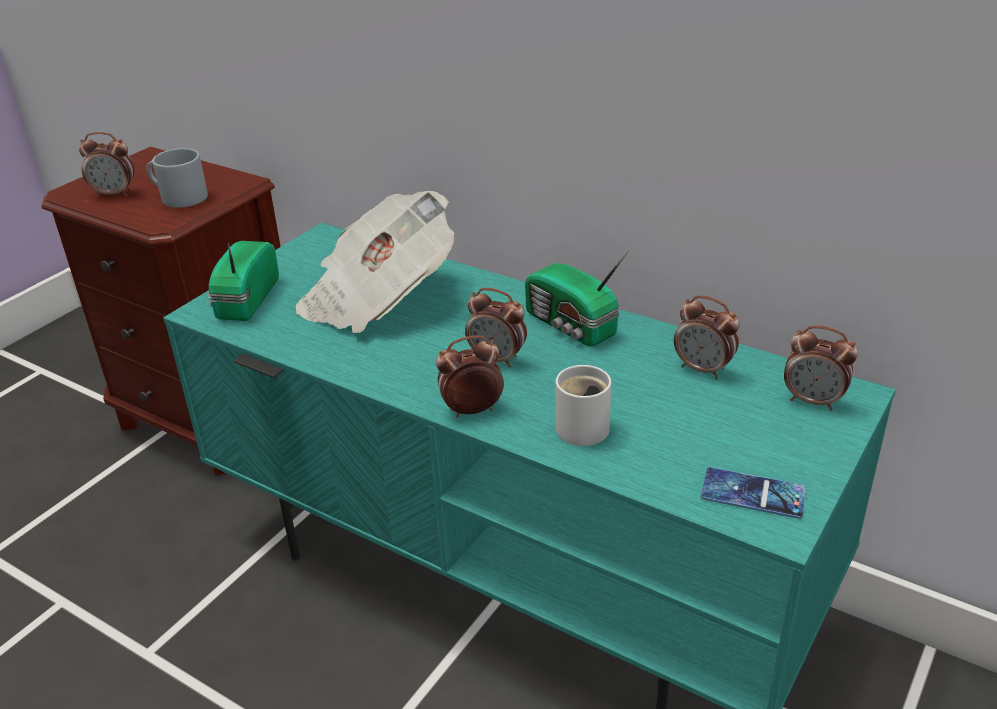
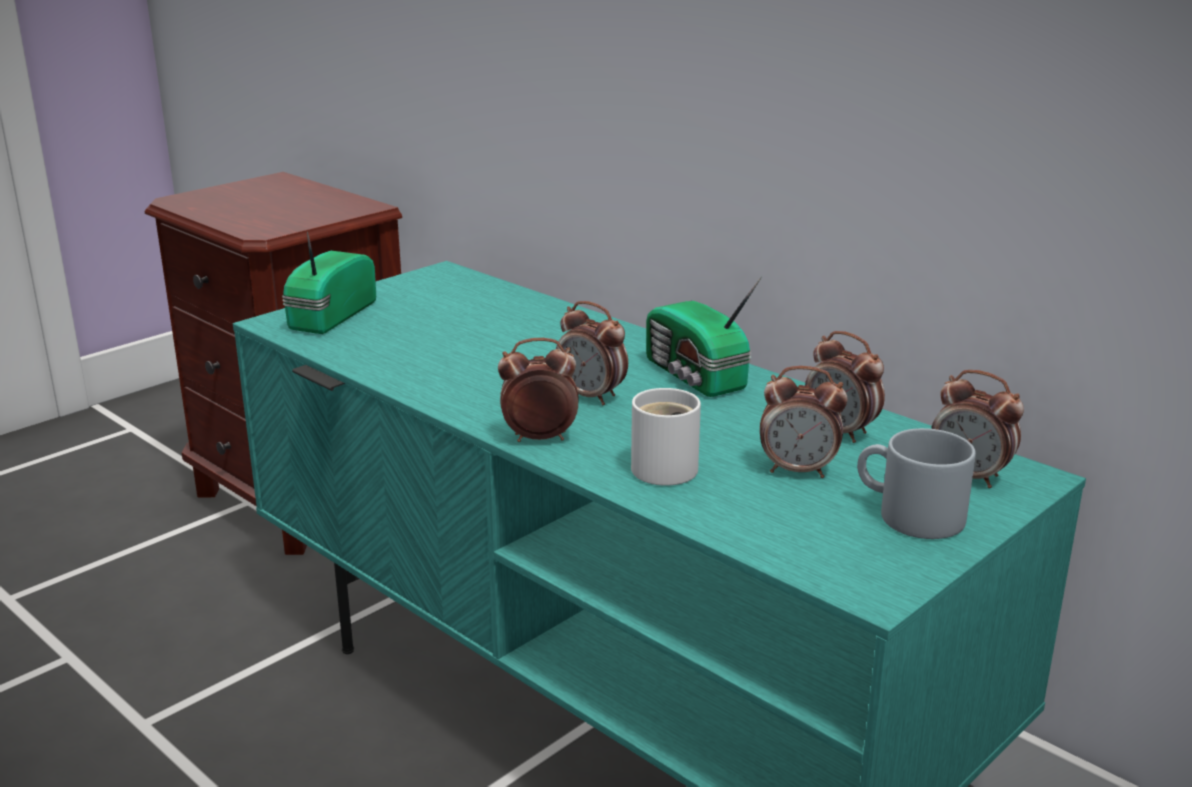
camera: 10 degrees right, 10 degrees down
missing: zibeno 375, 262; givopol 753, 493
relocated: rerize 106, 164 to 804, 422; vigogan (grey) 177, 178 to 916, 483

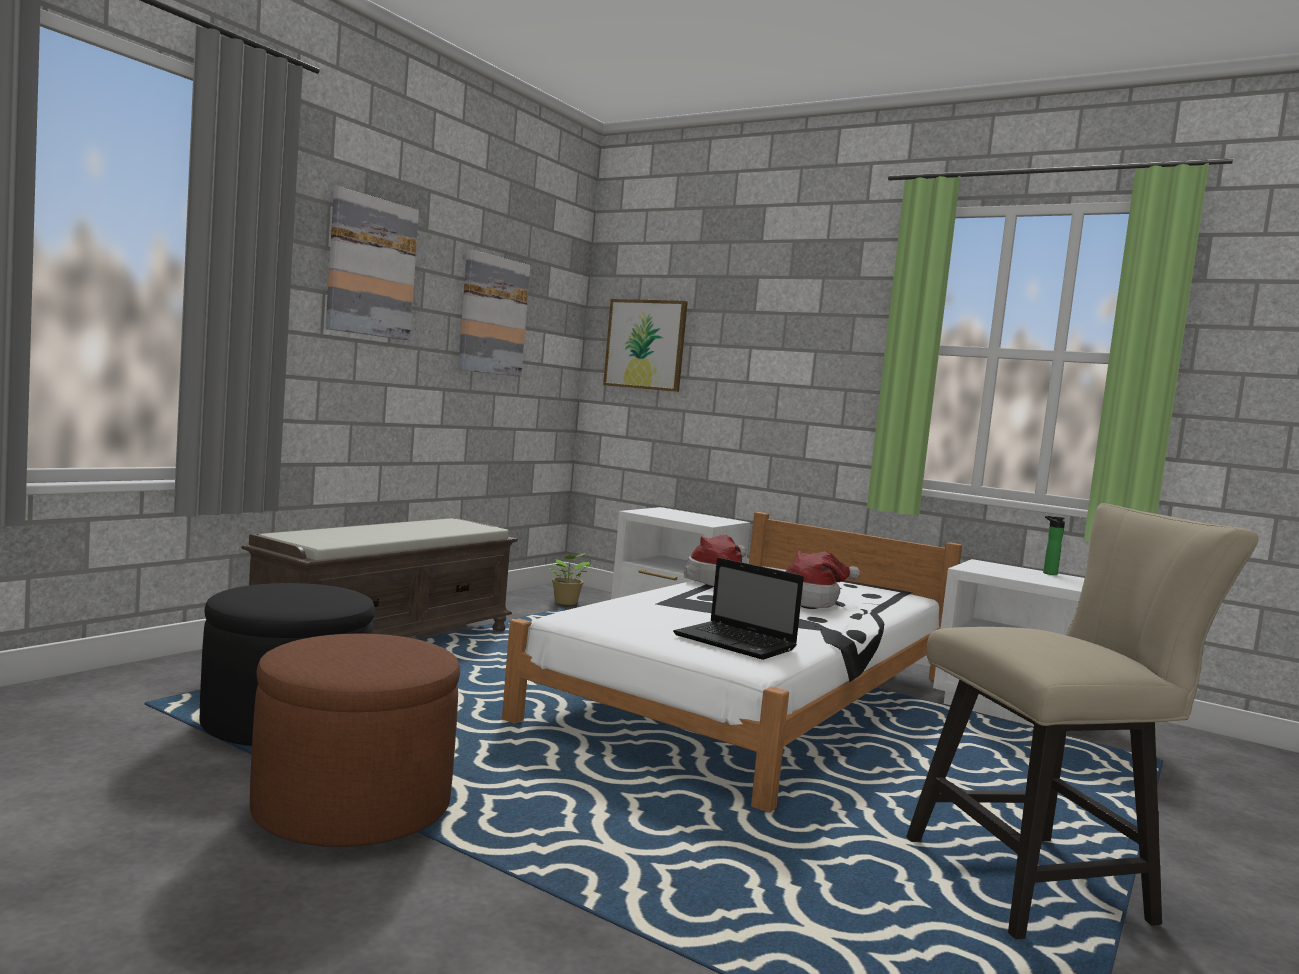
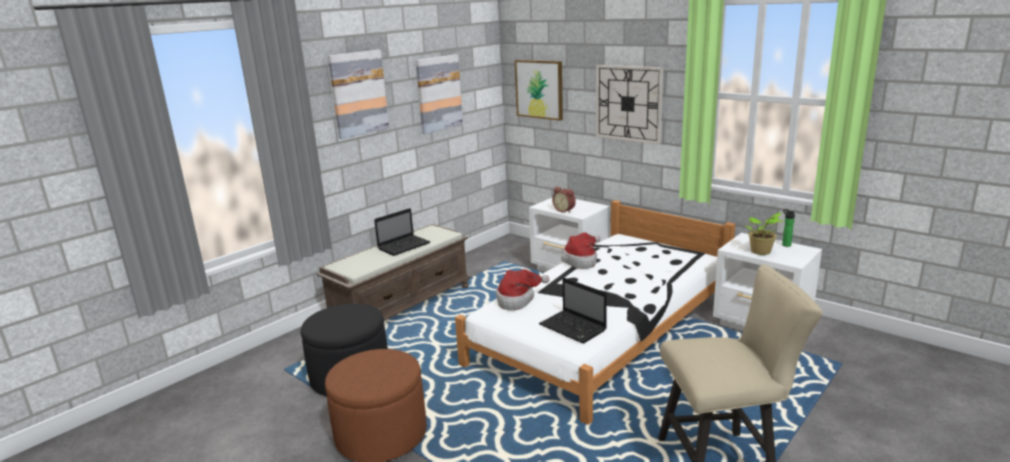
camera: 10 degrees right, 15 degrees up
appeared: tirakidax 402, 232; rerize 564, 200; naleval 629, 105
relocated: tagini 571, 579 to 765, 234; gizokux 823, 579 to 523, 289

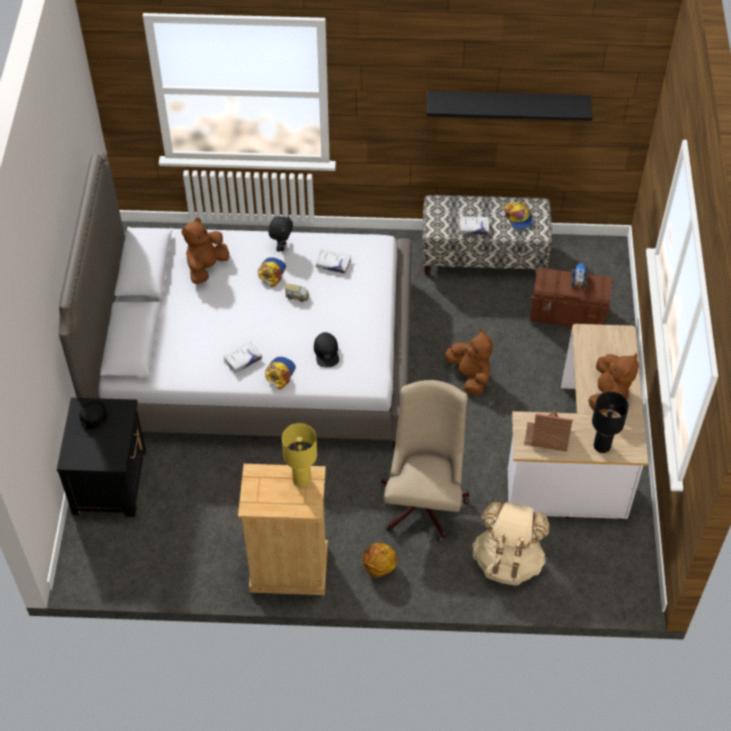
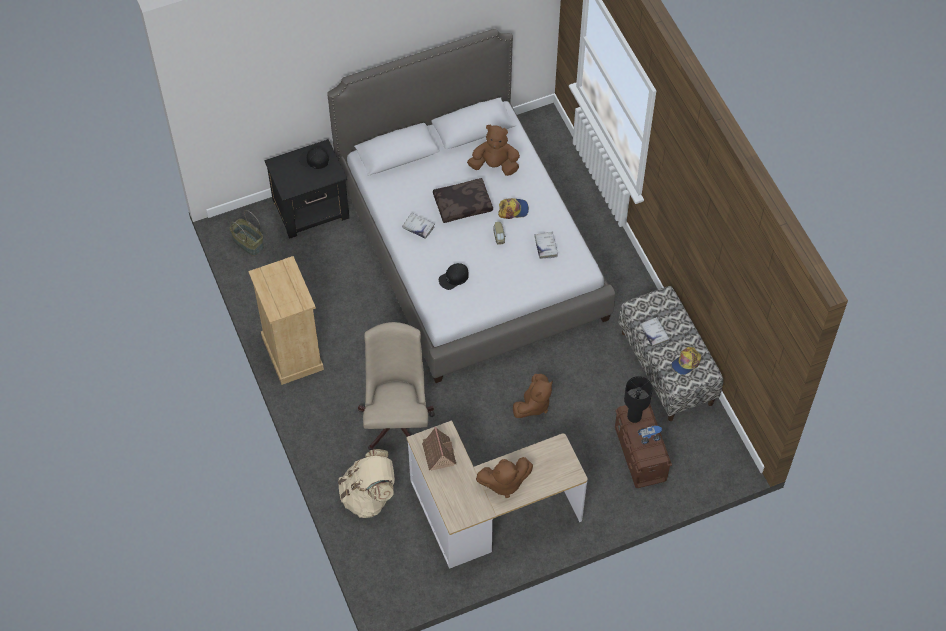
camera: 65 degrees right, 5 degrees up
missing: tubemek 280, 373; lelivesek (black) 281, 233; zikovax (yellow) 299, 455; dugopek 379, 560; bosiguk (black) 509, 106
appeared: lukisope 247, 233; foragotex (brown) 463, 200
relocated: zikovax (black) 610, 422 to 638, 399
spun: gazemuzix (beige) 425, 461 = 396, 386 75 degrees counterclockwise

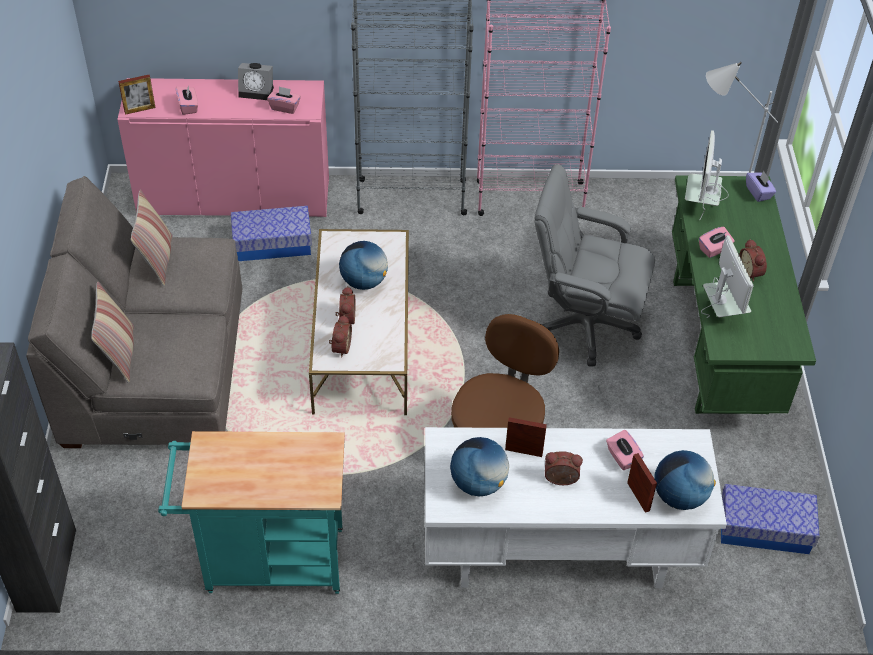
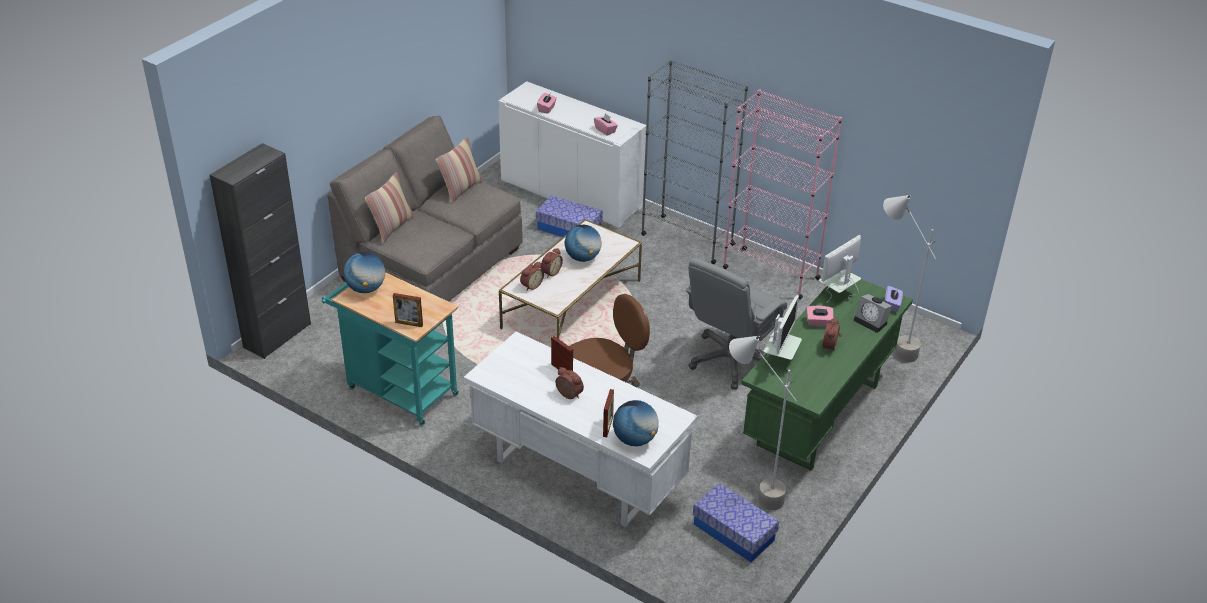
camera: 35 degrees right, 10 degrees down
missing: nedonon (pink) 625, 450
appeared: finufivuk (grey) 763, 423
relocated: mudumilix 136, 95 to 408, 310; rerize 256, 81 to 872, 313; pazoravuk 479, 467 to 364, 272
colour: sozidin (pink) 223, 147 to sozidin (white) 572, 154
spun: gazemuzix (grey) 594, 265 = 736, 324 105 degrees counterclockwise

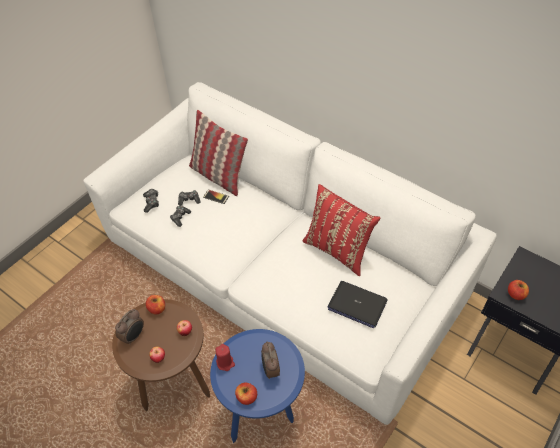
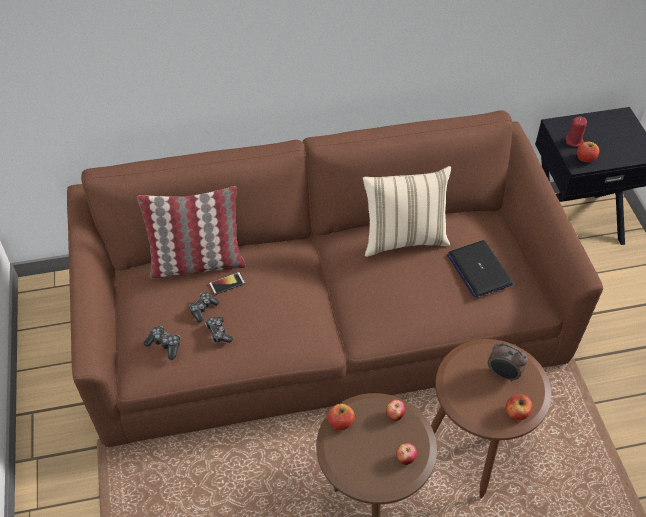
camera: 50 degrees left, 0 degrees up
missing: rerize 129, 327
relocated: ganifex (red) 225, 357 to 576, 131
colour: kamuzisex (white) 290, 253 to kamuzisex (brown) 335, 278; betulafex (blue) 257, 386 to betulafex (brown) 491, 419; foragotex (red) 341, 230 to foragotex (beige) 407, 211
spun: tirakidax 358, 304 = 480, 269 90 degrees clockwise

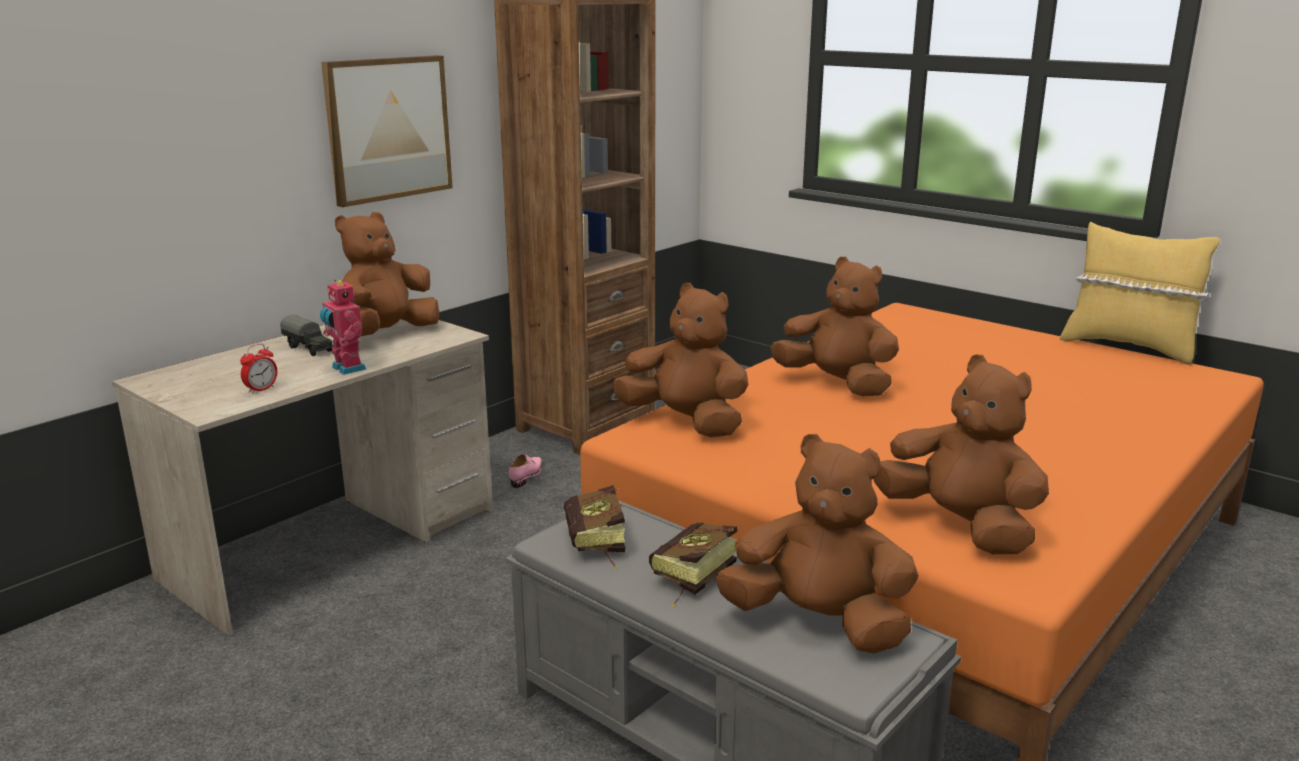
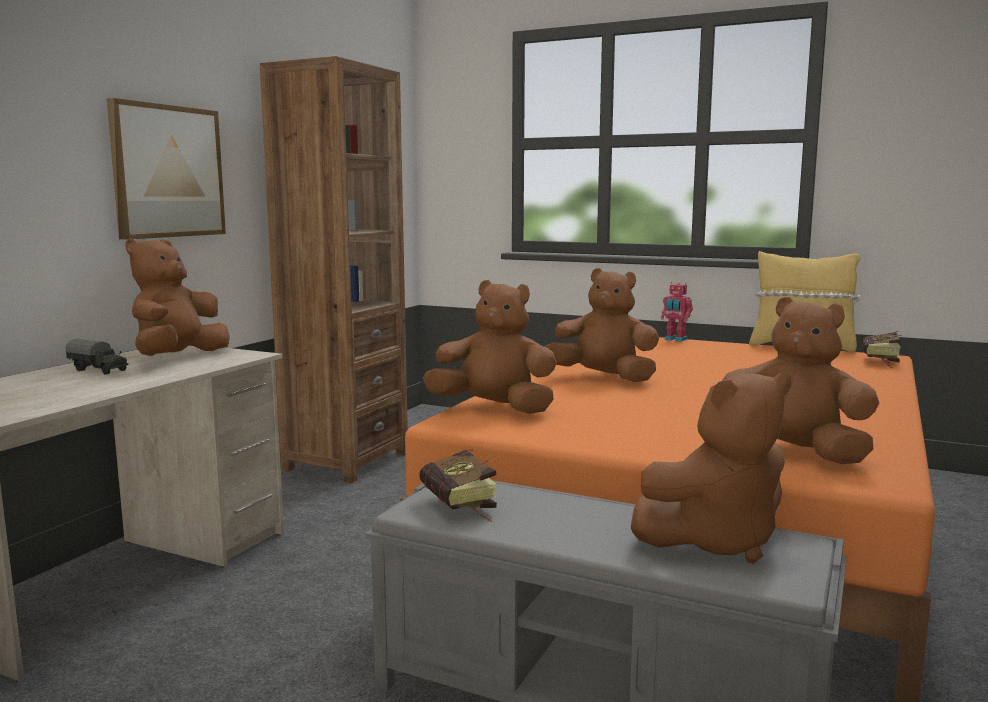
camera: 15 degrees left, 10 degrees down
missing: rerize 258, 368; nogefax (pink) 525, 471
relocated: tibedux 343, 327 to 677, 311; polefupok 693, 565 to 882, 350
spun: lelivesek (brown) 817, 544 = 711, 468 150 degrees clockwise

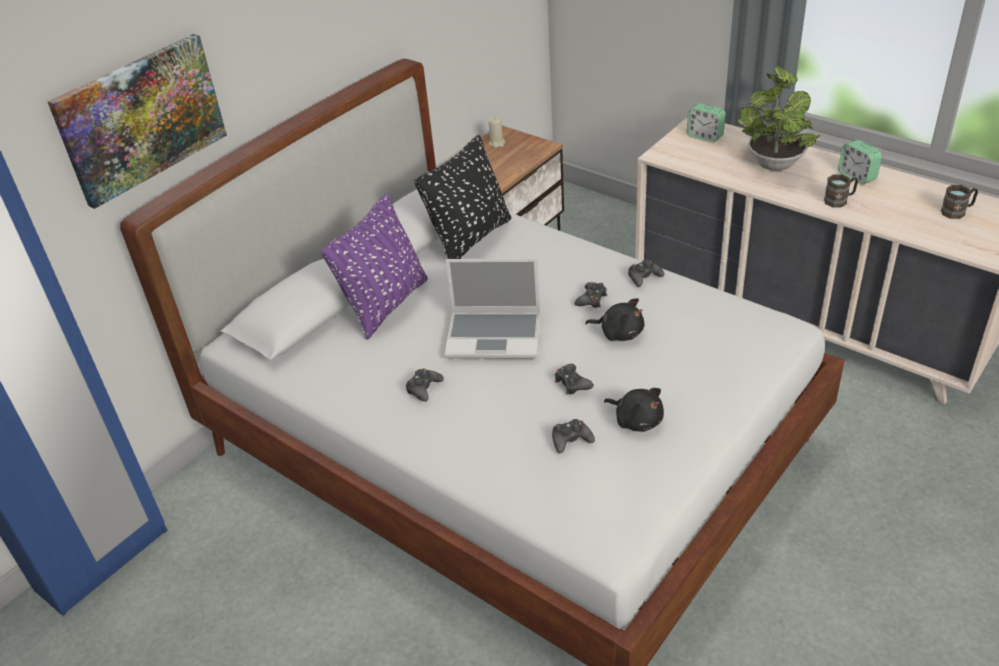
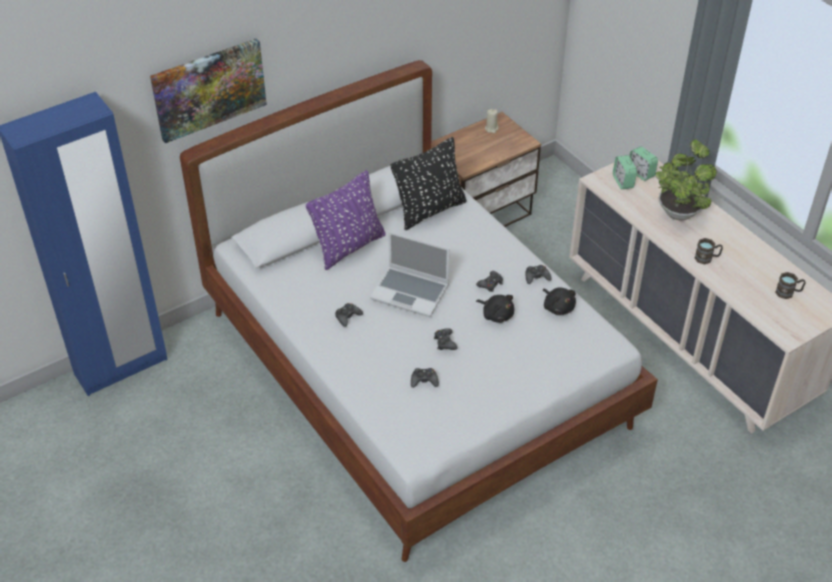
camera: 15 degrees right, 5 degrees up
relocated: lelivesek (black) 634, 410 to 559, 301; rerize 860, 162 to 625, 172

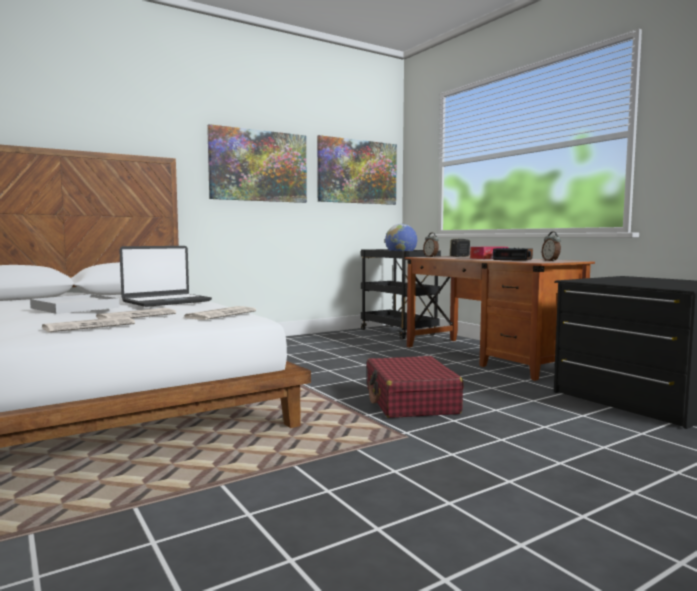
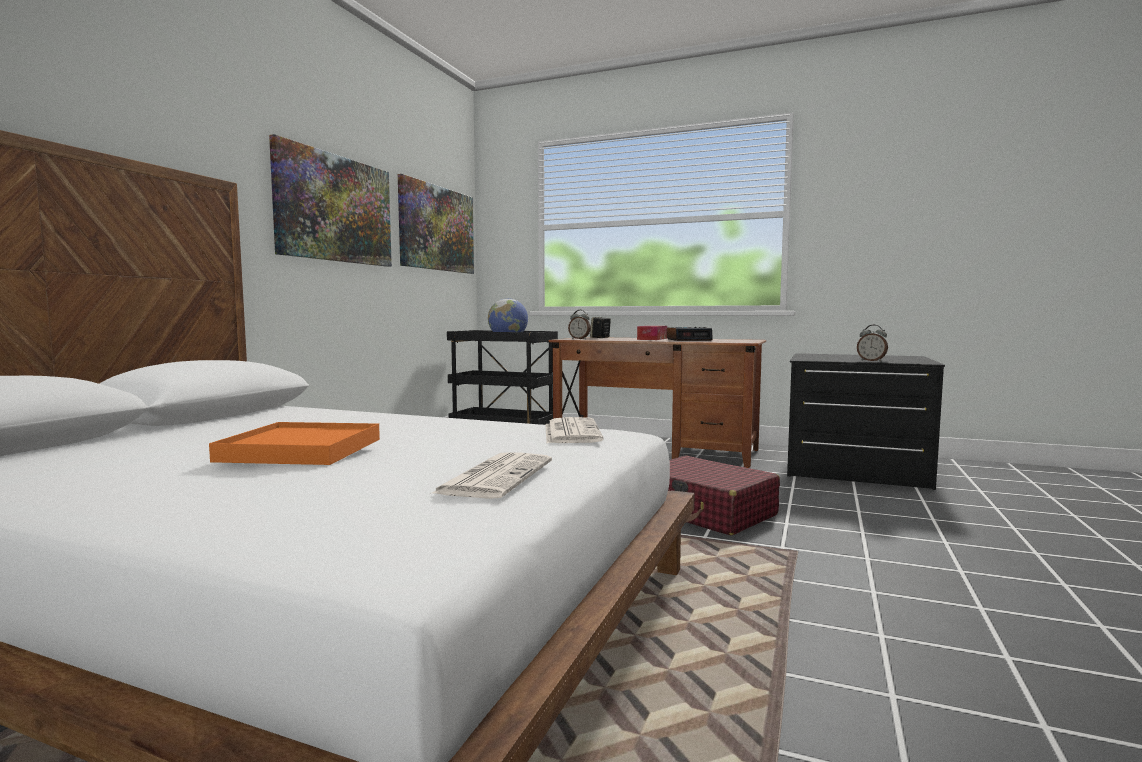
camera: 35 degrees left, 0 degrees up
missing: zibeno 135, 313; tirakidax 165, 276
relocated: rerize 551, 246 to 872, 343
colour: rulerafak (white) 74, 304 to rulerafak (orange) 294, 443

